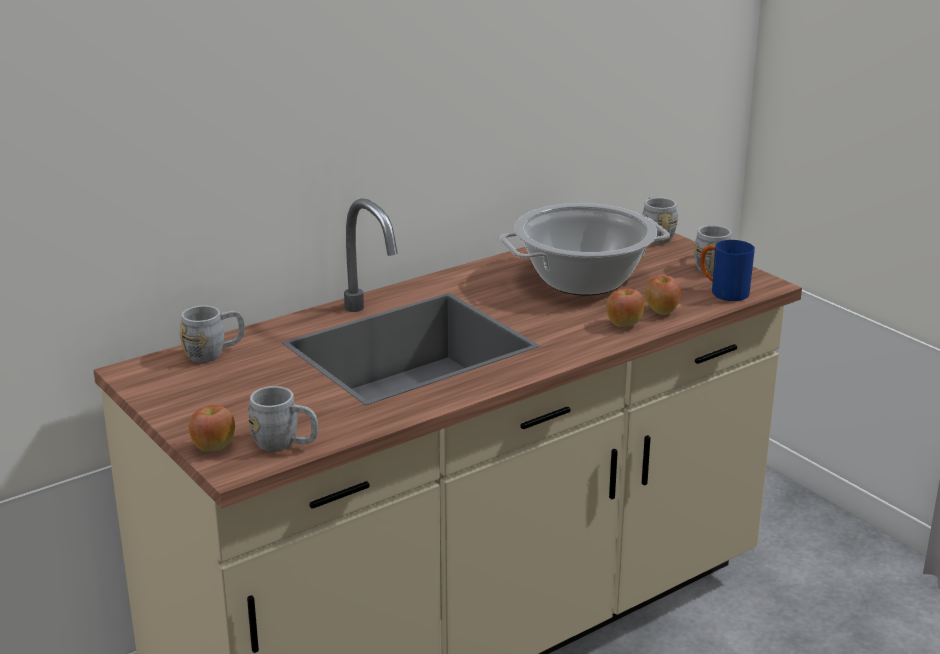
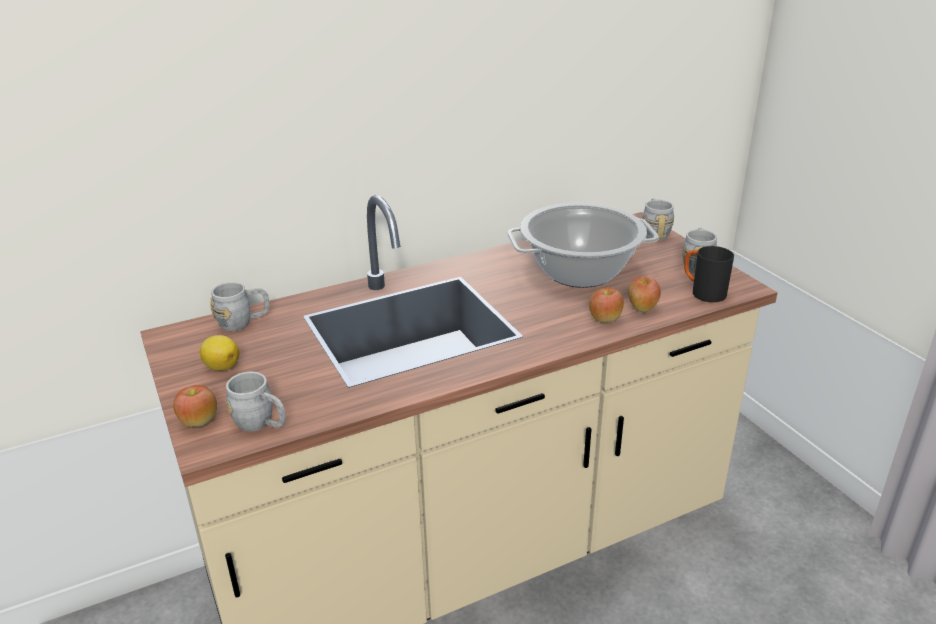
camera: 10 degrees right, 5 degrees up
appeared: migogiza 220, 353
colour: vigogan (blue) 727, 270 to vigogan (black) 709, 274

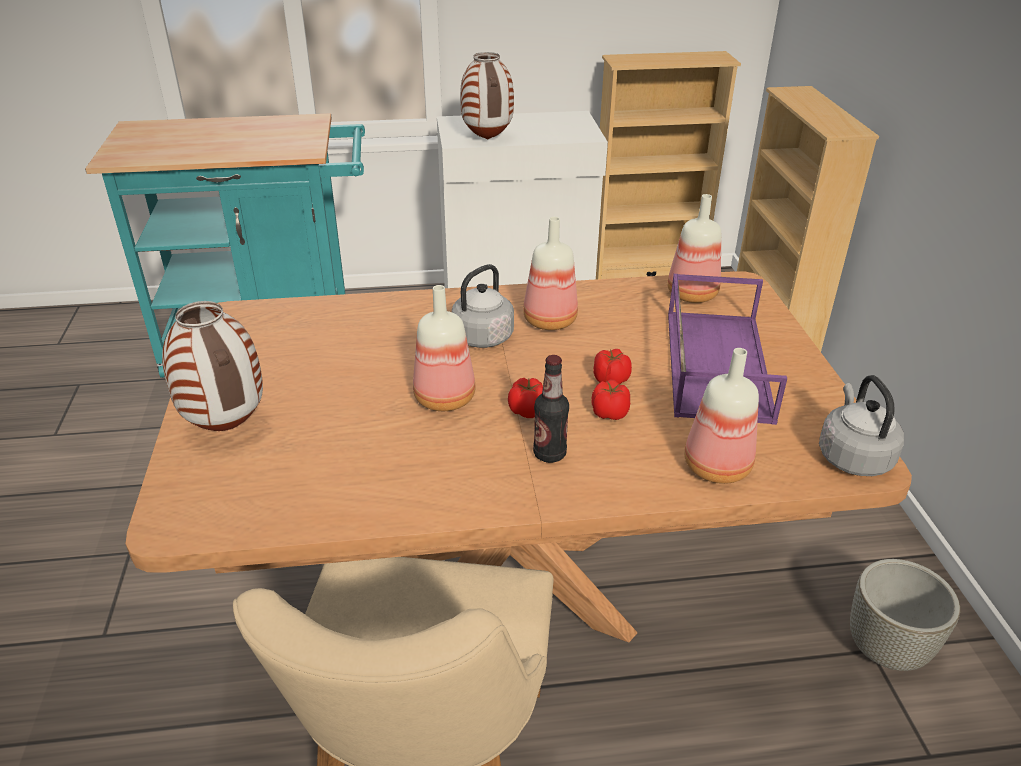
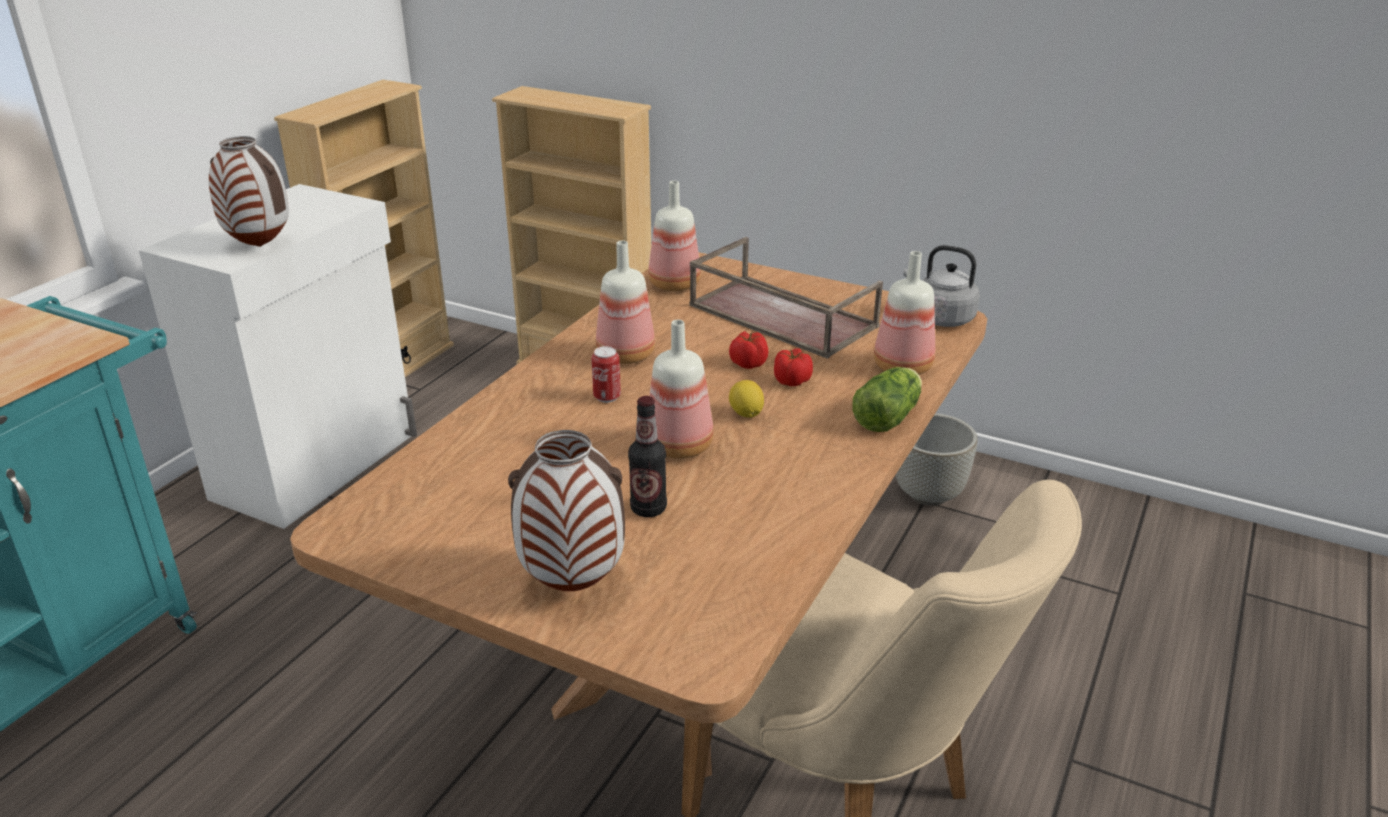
camera: 55 degrees left, 5 degrees down
appeared: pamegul 887, 399
relocated: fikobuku 551, 409 to 647, 456
exchanged: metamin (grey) 483, 306 to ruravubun 606, 374; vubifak 525, 398 to migogiza 746, 399
colour: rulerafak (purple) 727, 349 to rulerafak (brown) 786, 298

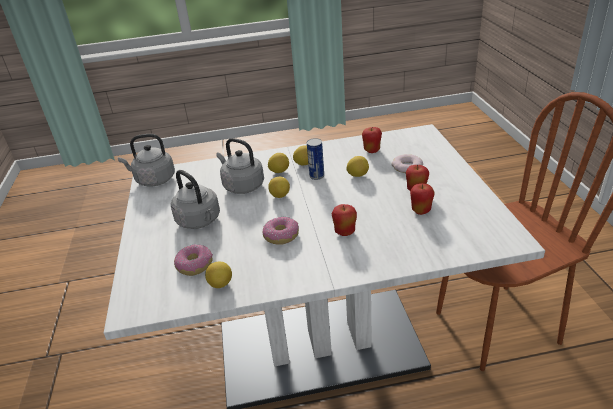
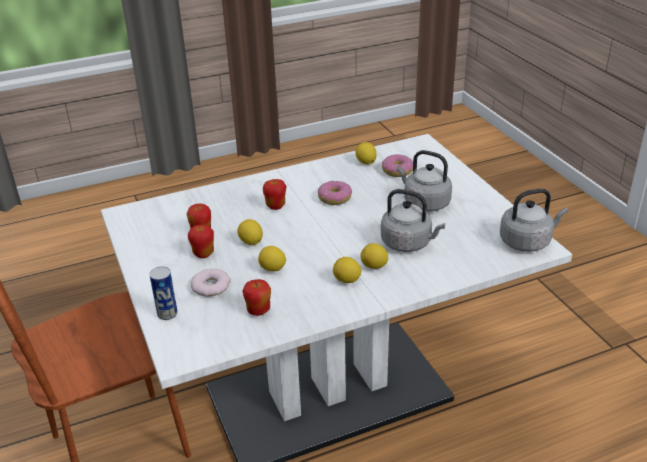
camera: 165 degrees right, 0 degrees up
relocated: migogiza 279, 187 to 250, 232; ruravubun 315, 159 to 163, 293

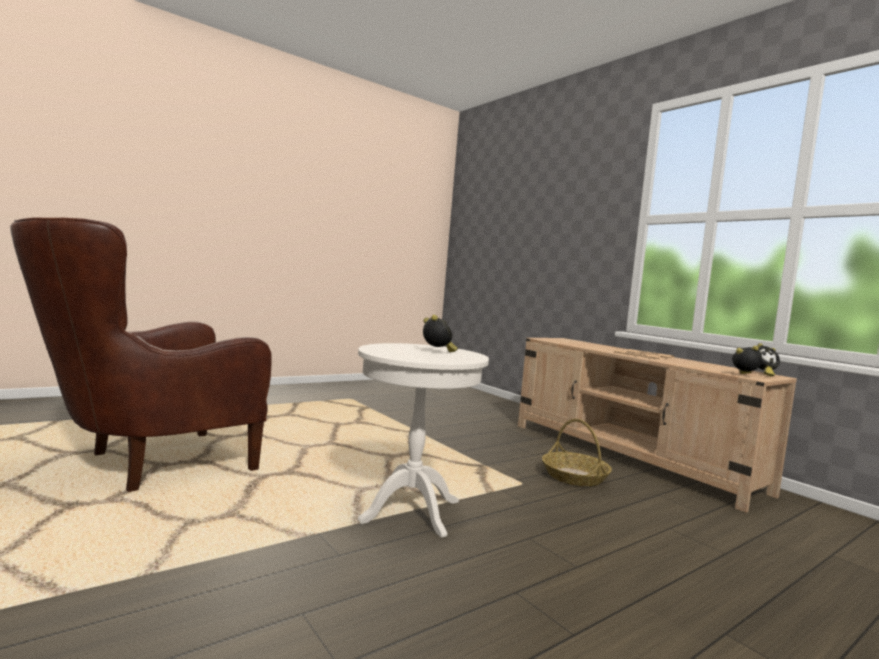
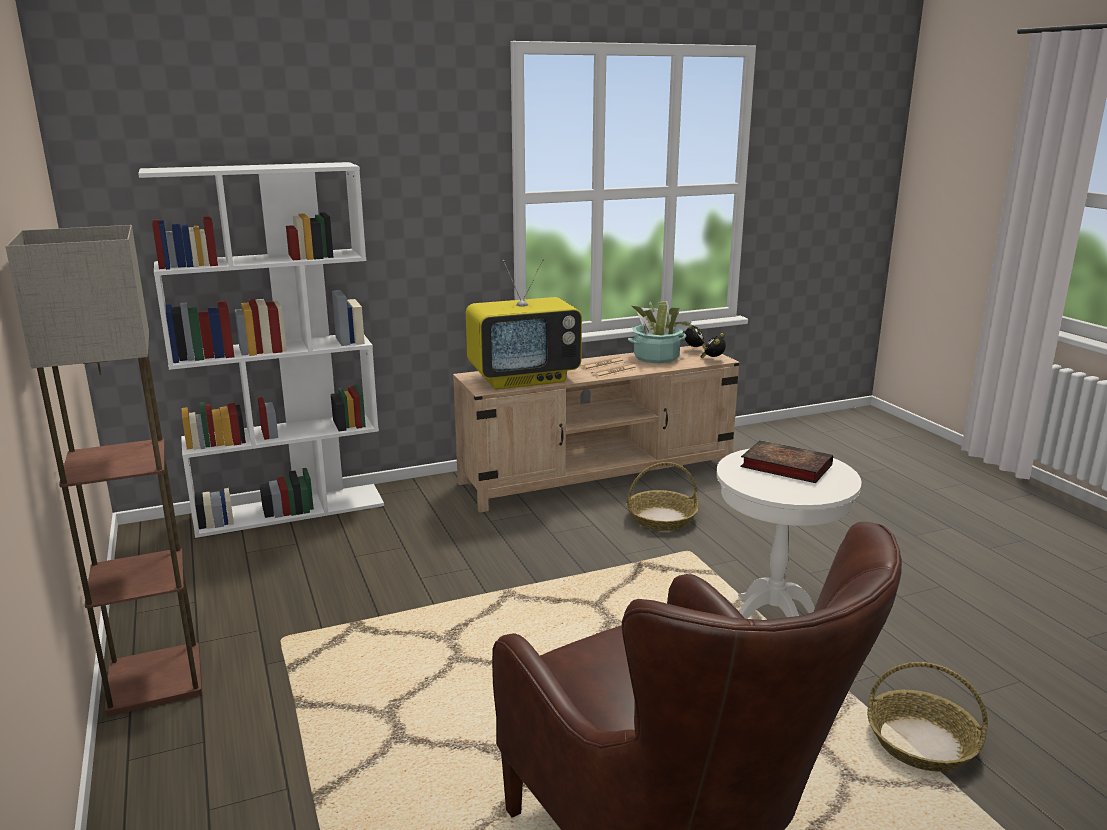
camera: 75 degrees left, 15 degrees up
appeared: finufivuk 103, 470; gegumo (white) 261, 350; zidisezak 524, 324; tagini 660, 332; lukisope 927, 717
exchanged: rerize 440, 333 to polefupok 786, 461

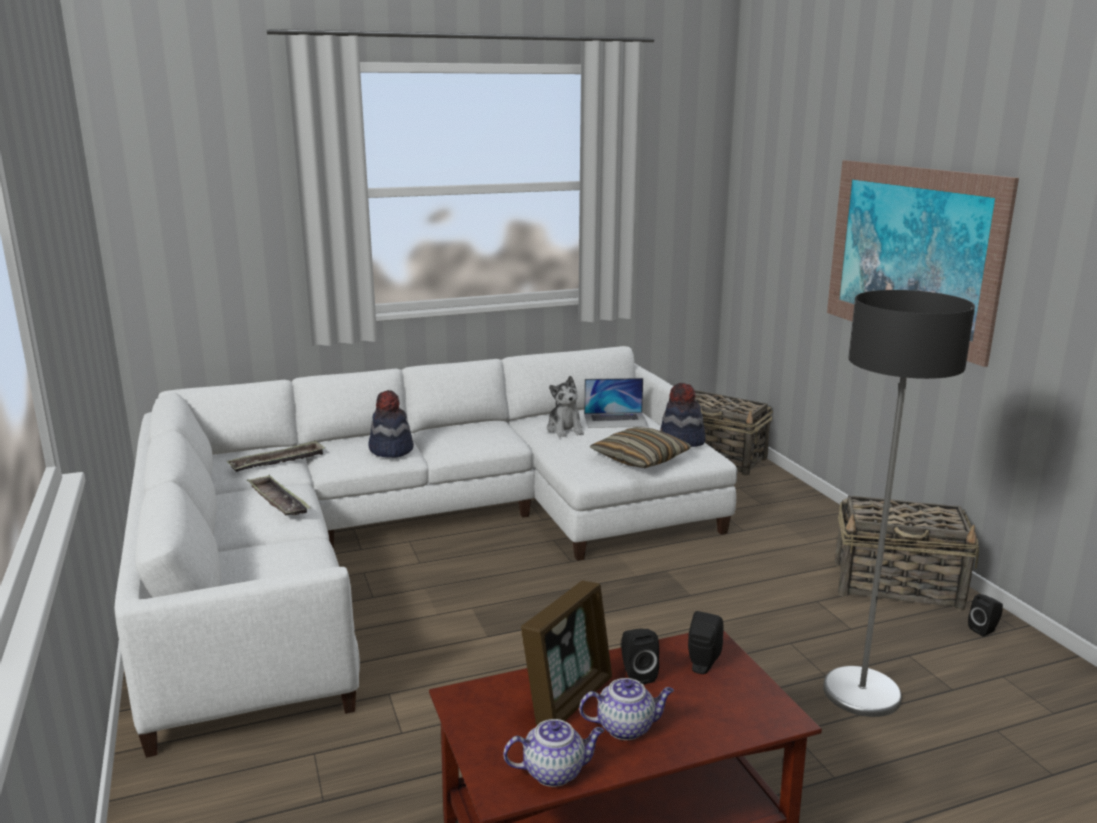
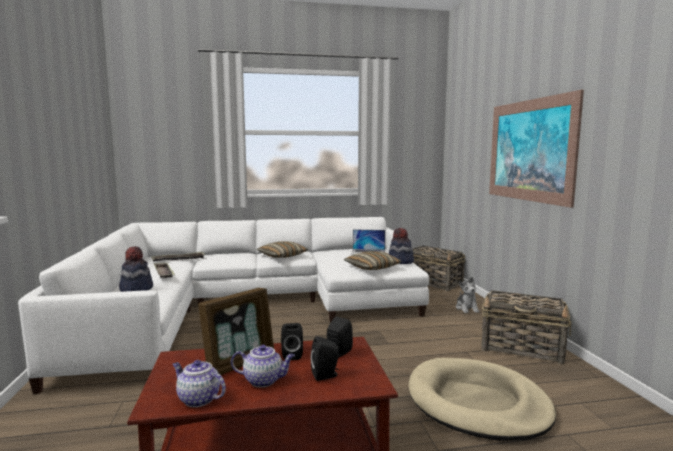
camera: 10 degrees right, 10 degrees down
appeared: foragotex 282, 249
relocated: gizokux 391, 424 to 136, 269; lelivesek 565, 406 to 467, 295; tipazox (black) 985, 615 to 324, 358
exchanged: finufivuk 899, 503 to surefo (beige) 482, 399
spun: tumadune 553, 753 = 199, 383 150 degrees counterclockwise

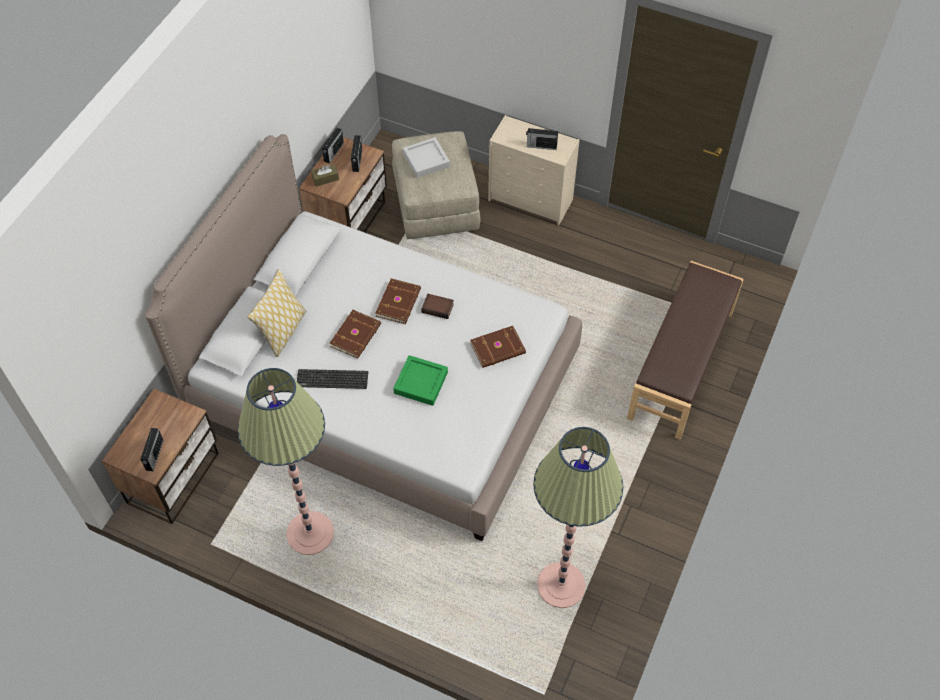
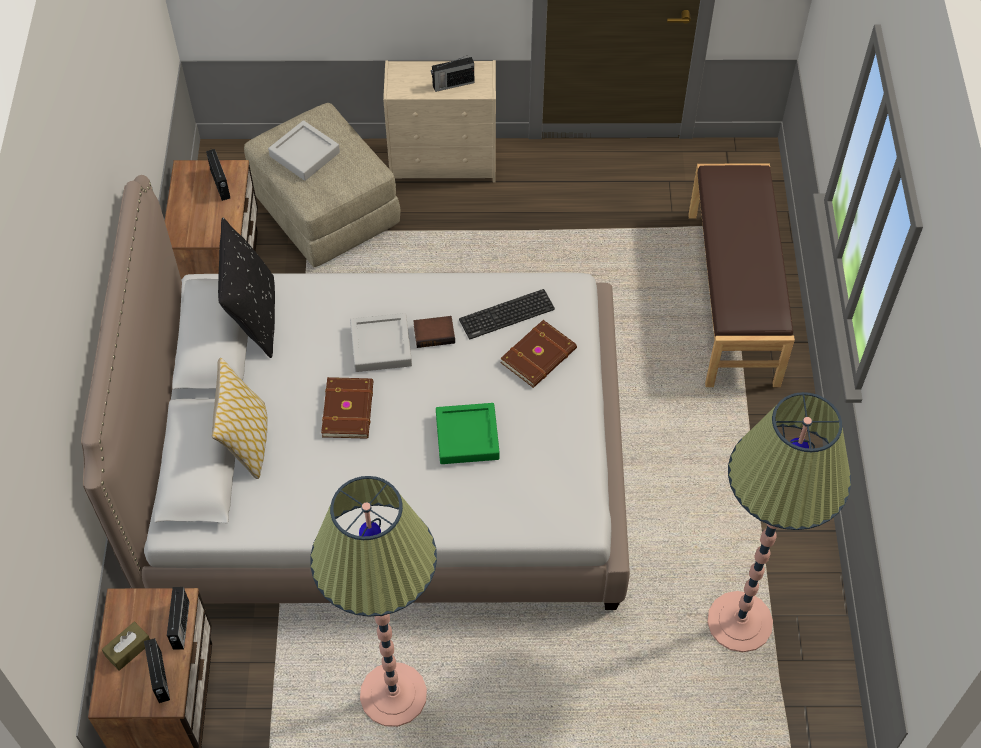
camera: 25 degrees left, 0 degrees up
appeared: foragotex (black) 246, 288
relocated: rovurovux 332, 379 to 507, 314; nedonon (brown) 325, 175 to 126, 646; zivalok 333, 145 to 178, 618
exchanged: polefupok (brown) 398, 301 to rulerafak (grey) 381, 342

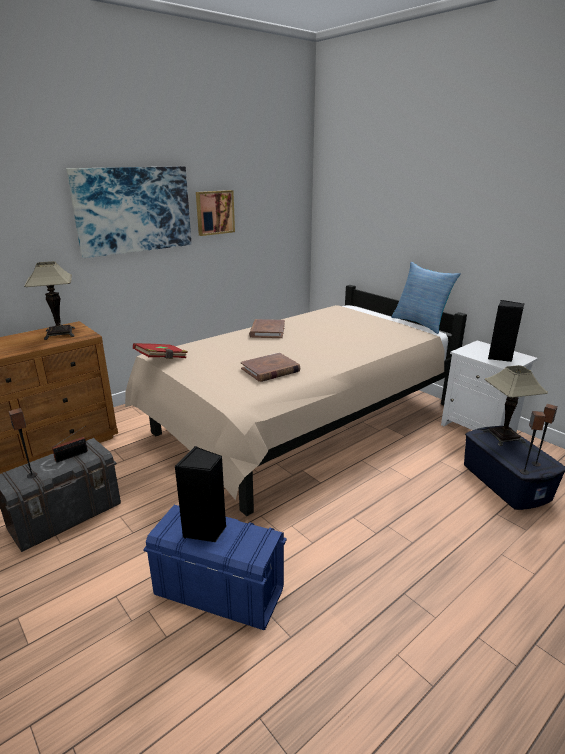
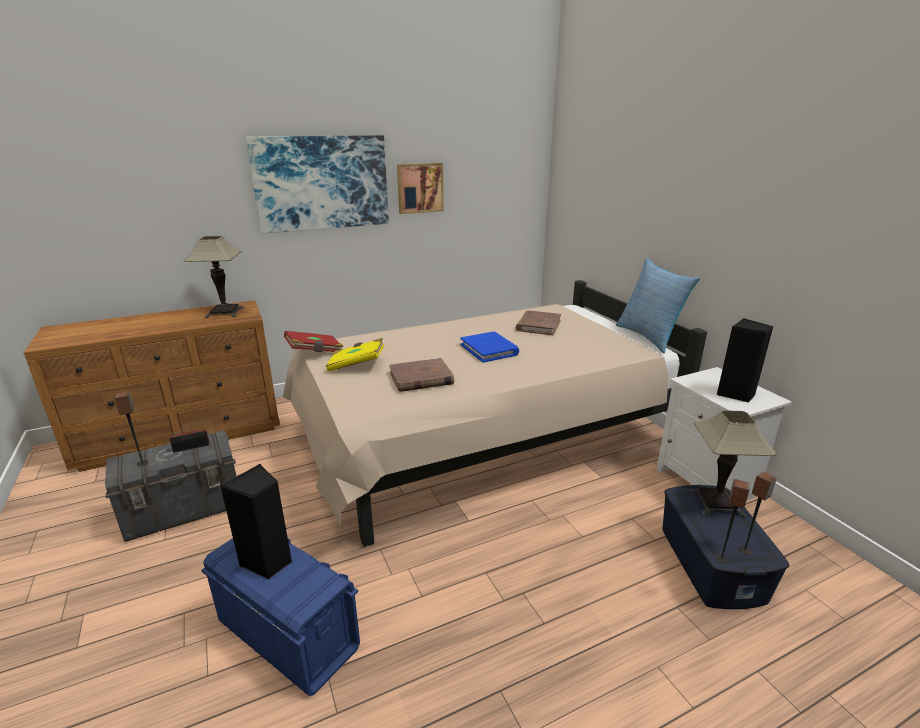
camera: 15 degrees right, 0 degrees up
appeared: polefupok (yellow) 355, 355; polefupok (blue) 489, 347
relocated: polefupok (brown) 267, 328 to 538, 322

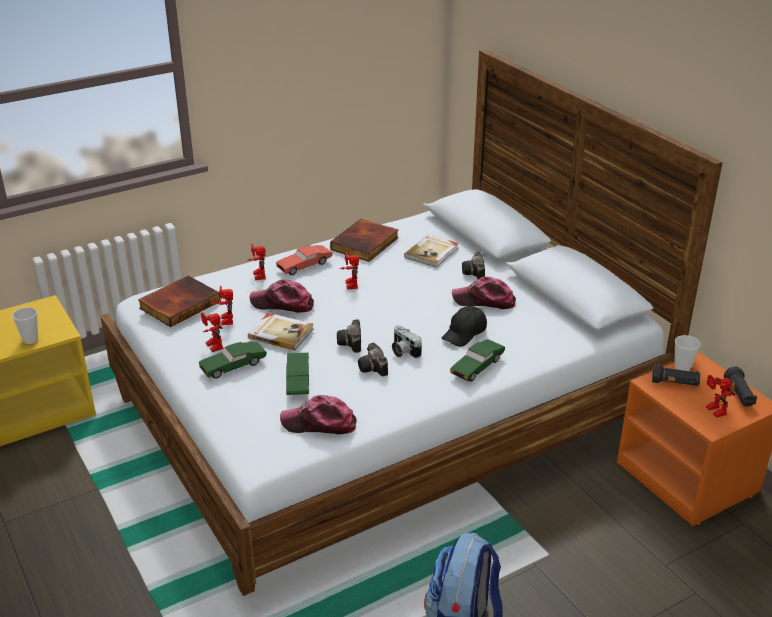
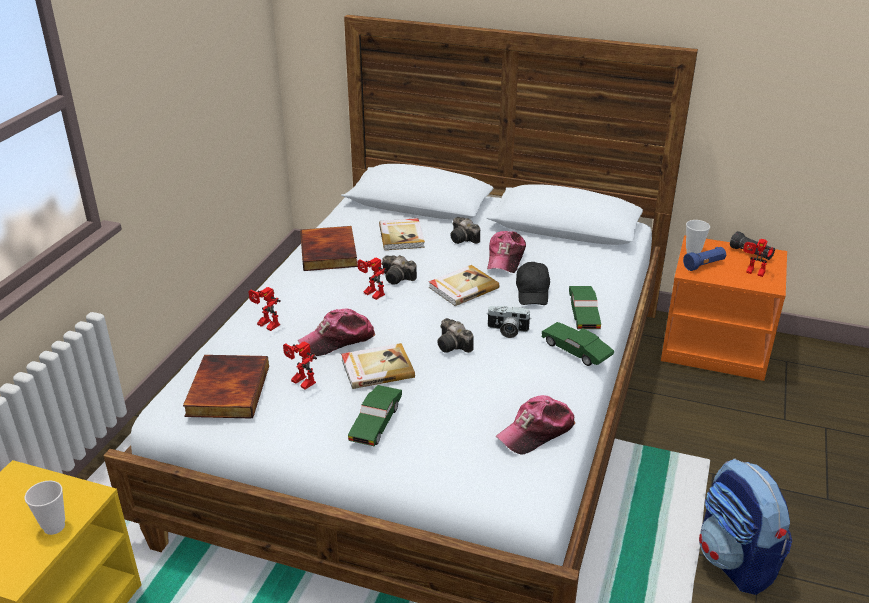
camera: 40 degrees left, 0 degrees up
missing: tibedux 212, 332; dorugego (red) 304, 260
appeared: polefupok 464, 285
relocated: dorugego (green) 297, 374 to 578, 344; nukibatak 373, 359 to 399, 270
colour: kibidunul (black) 676, 375 to kibidunul (blue) 704, 259
spun: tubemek 484, 293 = 506, 252 45 degrees counterclockwise

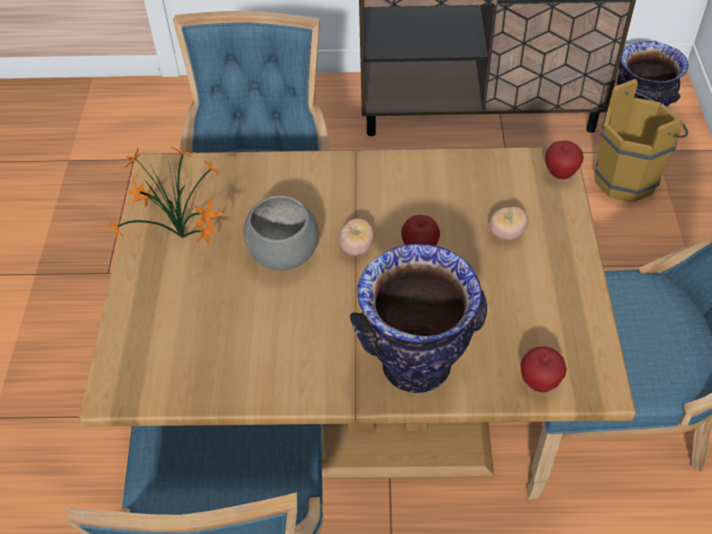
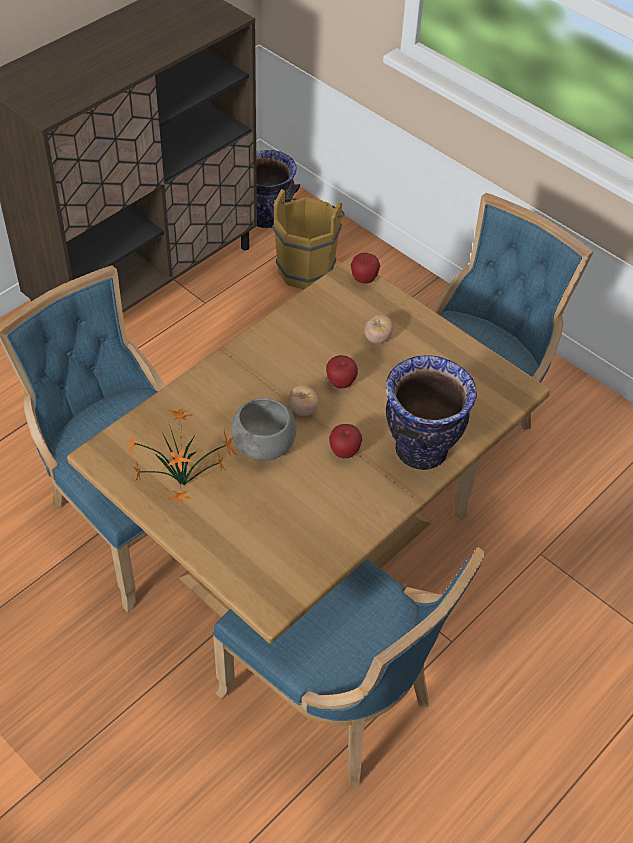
camera: 50 degrees left, 0 degrees up
relocated: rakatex 543, 369 to 345, 441

